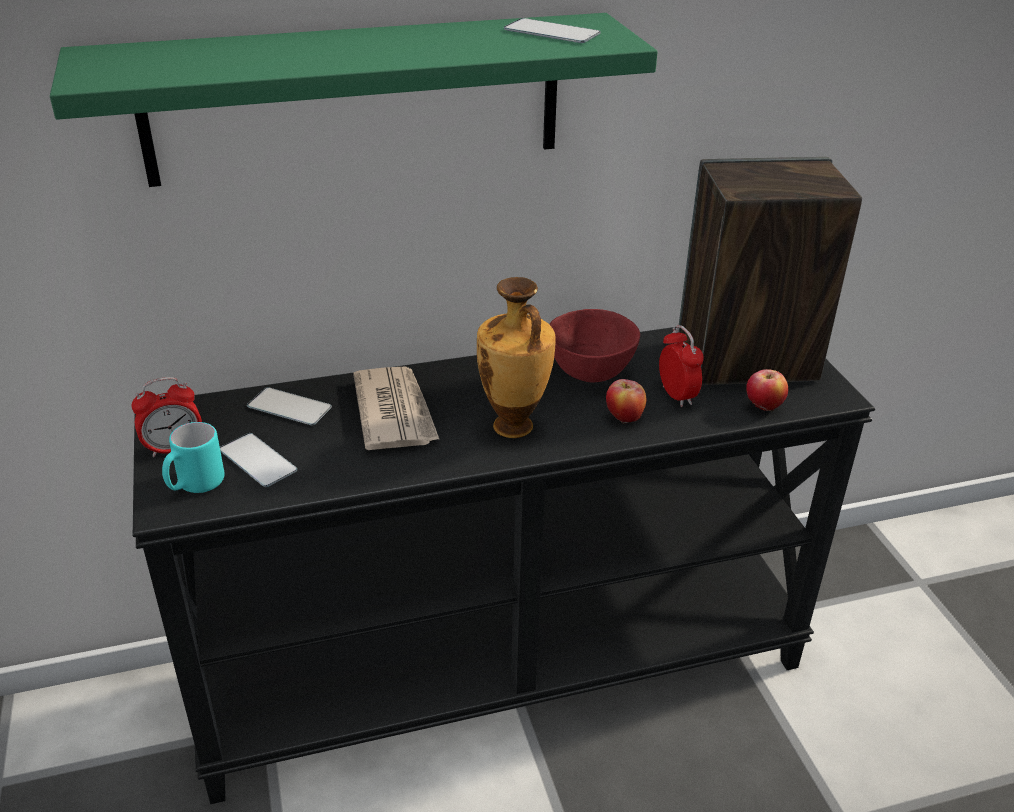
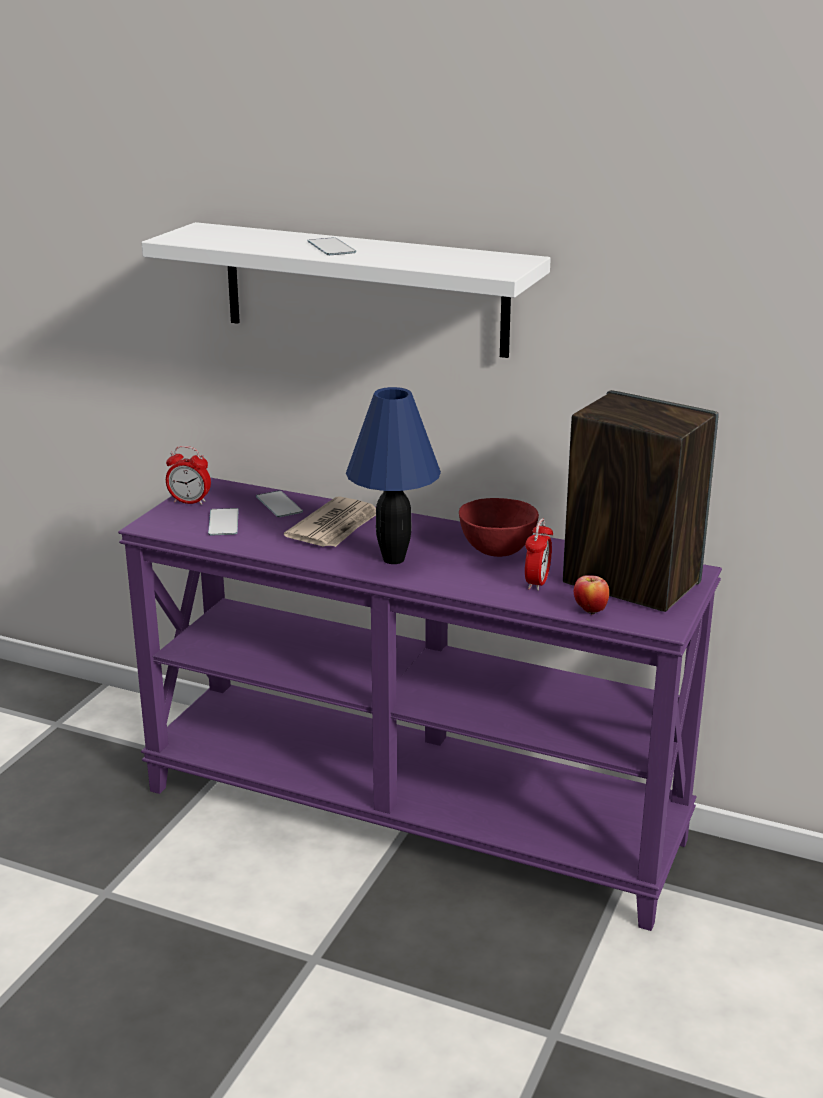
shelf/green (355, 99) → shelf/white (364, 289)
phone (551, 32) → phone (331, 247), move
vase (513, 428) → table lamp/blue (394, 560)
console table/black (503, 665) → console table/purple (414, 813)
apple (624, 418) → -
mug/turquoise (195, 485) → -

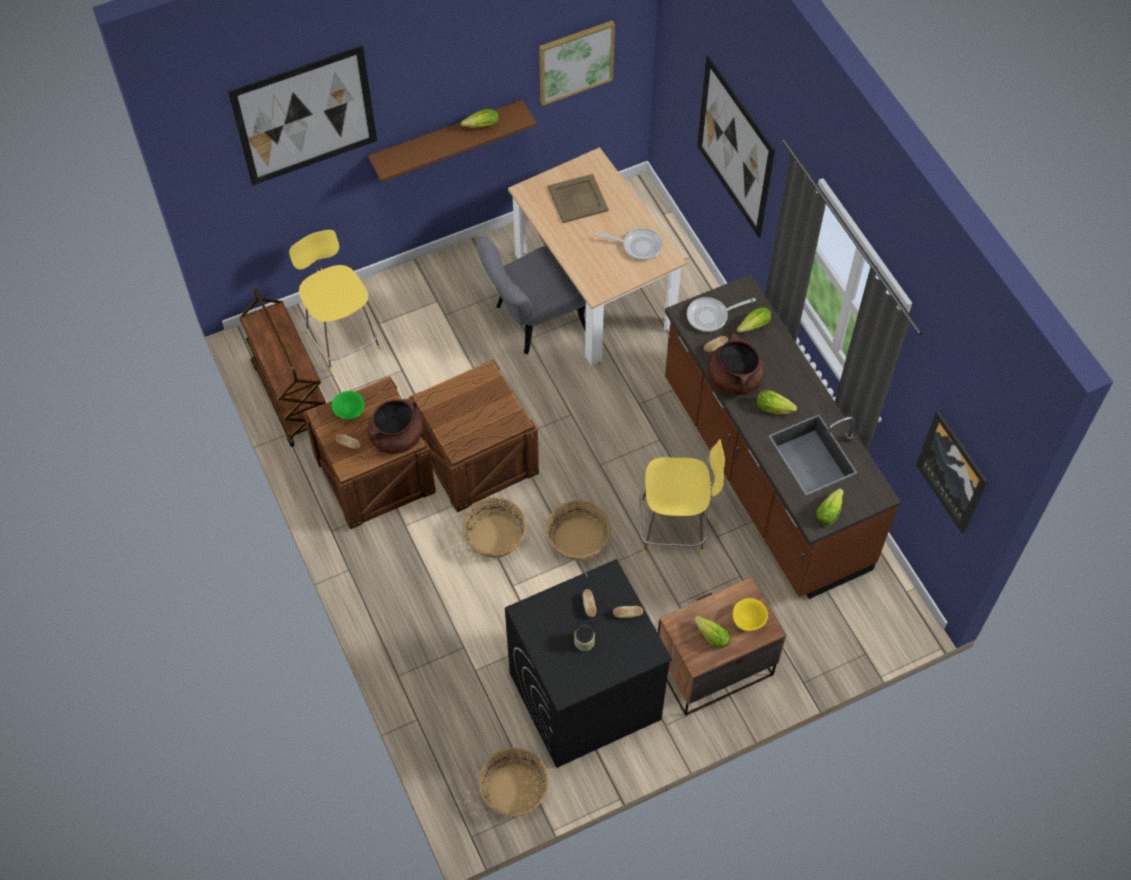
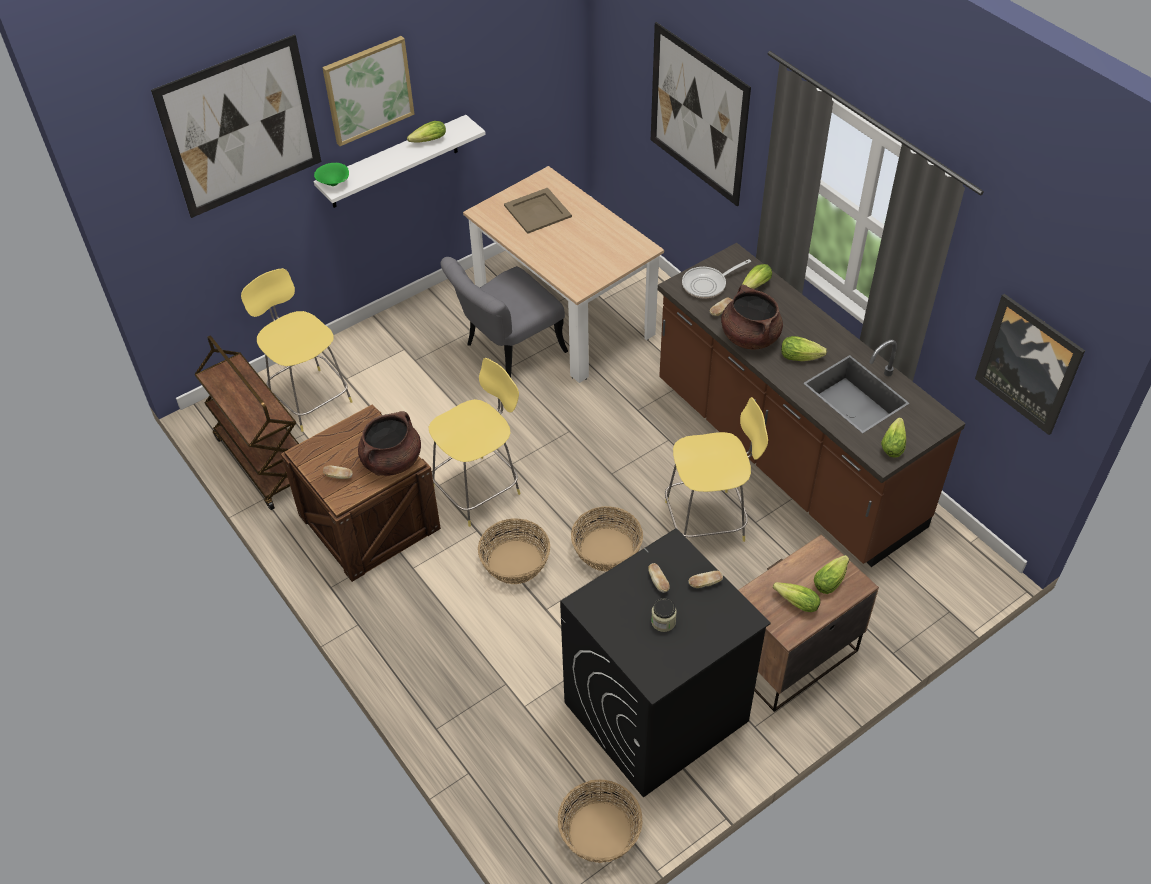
picture (575, 61) → picture (368, 90), move
shelf/brown (447, 139) → shelf/white (394, 163)
frying pan (638, 246) → -
crate (477, 459) → stool/yellow (479, 489)
bowl/green (349, 411) → bowl/green (334, 184), move
bowl/yellow (748, 620) → lettuce (831, 579)

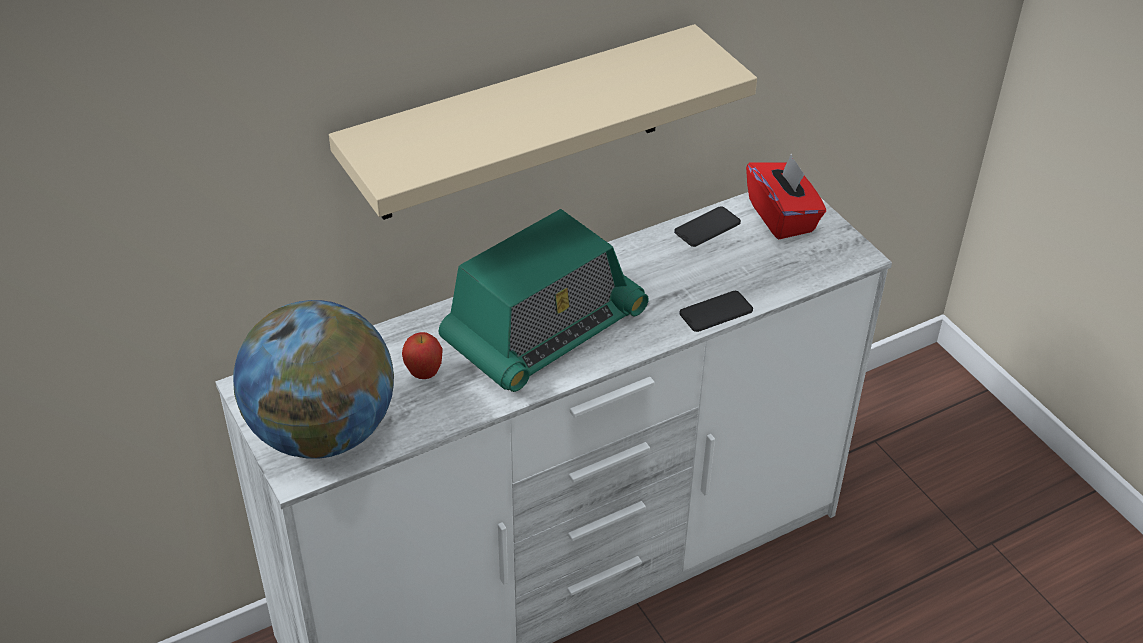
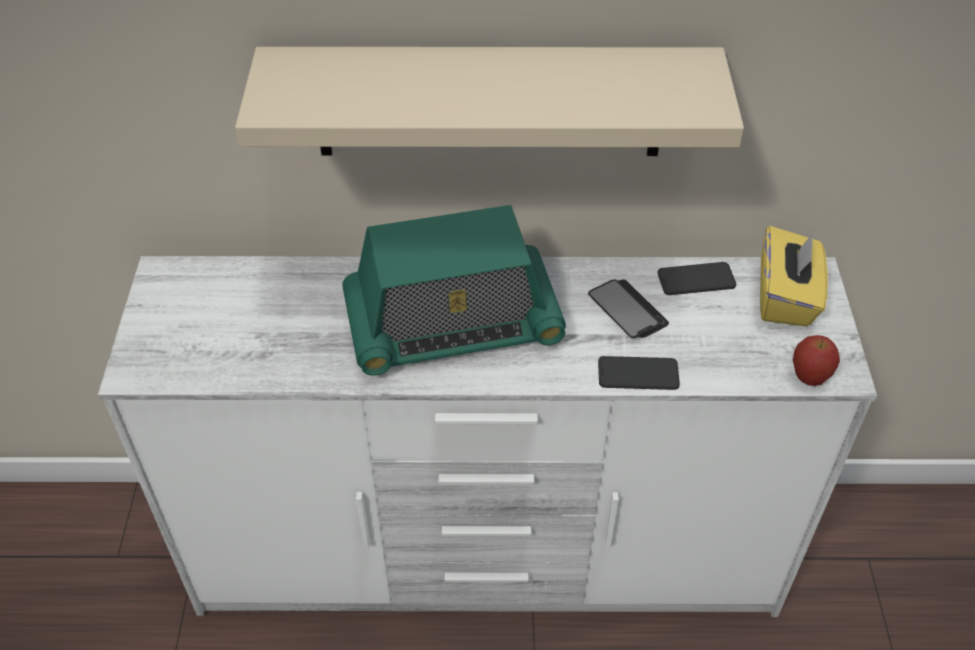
tissue box/red (782, 217) → tissue box/yellow (786, 297)
globe (322, 432) → -
apple (424, 374) → apple (809, 378), move
- → phone (627, 310)

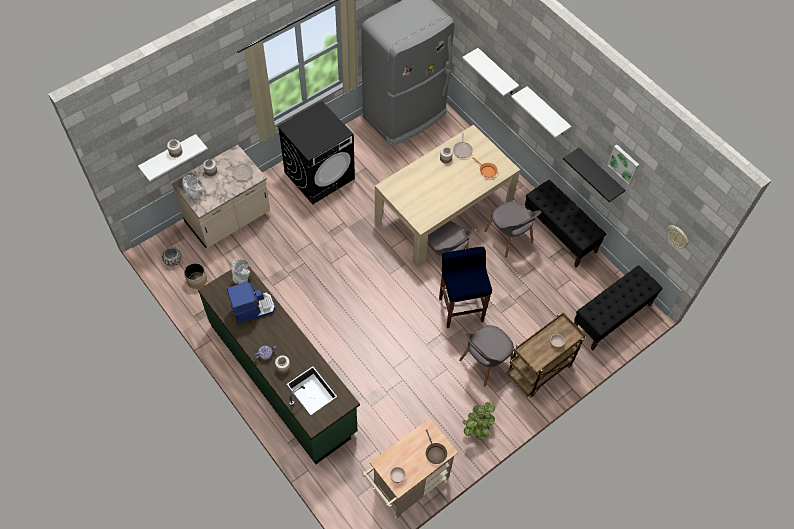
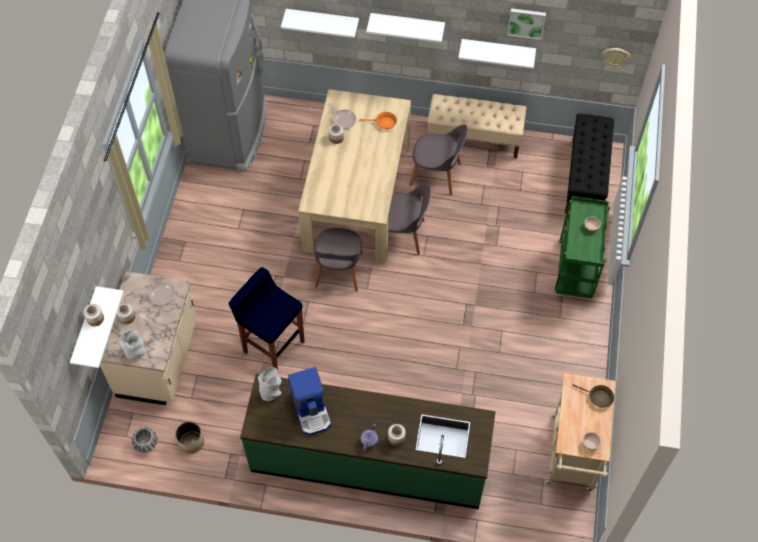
washing machine/black (320, 175) → -
shelf/black (599, 174) → shelf/white (497, 51)
bench/black (559, 233) → bench/beige (474, 139)
stool/blue (460, 309) → stool/blue (273, 346), move
coffee machine (253, 308) → coffee machine (311, 410), 135 degrees clockwise
cart/brown (539, 371) → cart/green (576, 270)
chair/grey (484, 362) → chair/grey (338, 271), move
potted plant (477, 428) → -

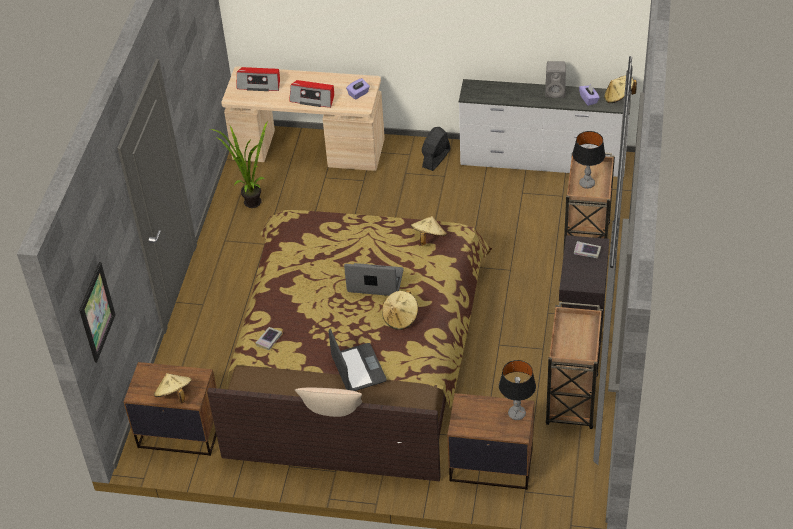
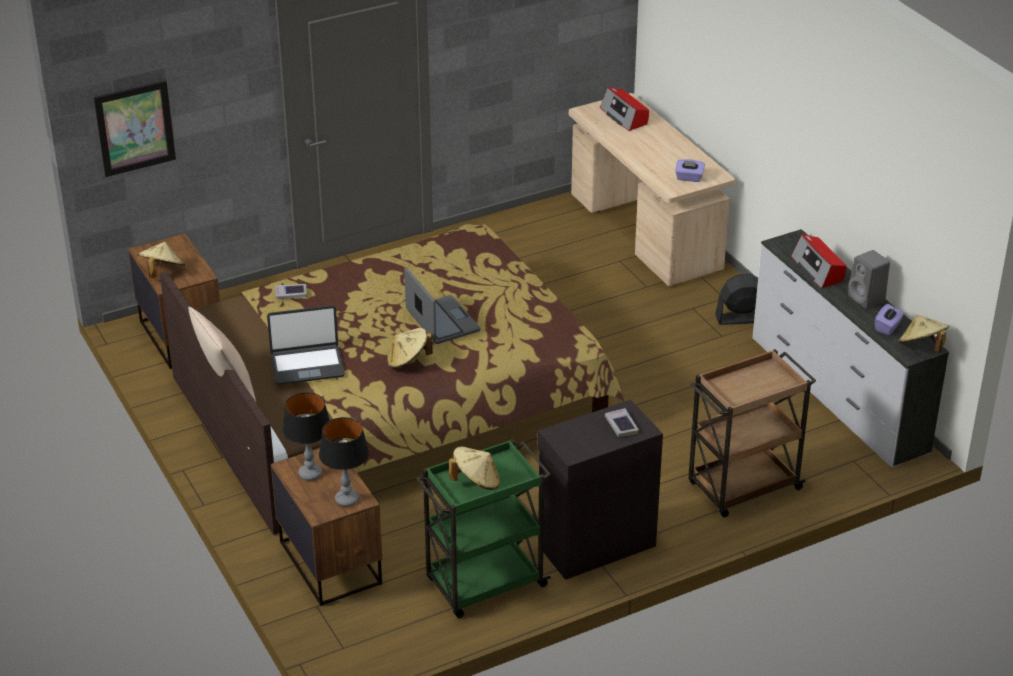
radio (313, 98) → radio (818, 269), move
potted plant (249, 201) → -
table lamp (586, 184) → table lamp (310, 474), move
hat/beige (428, 238) → hat/beige (476, 482), move
cart/brown (572, 401) → cart/green (484, 584)
laptop (358, 369) → laptop (307, 365), 45 degrees clockwise

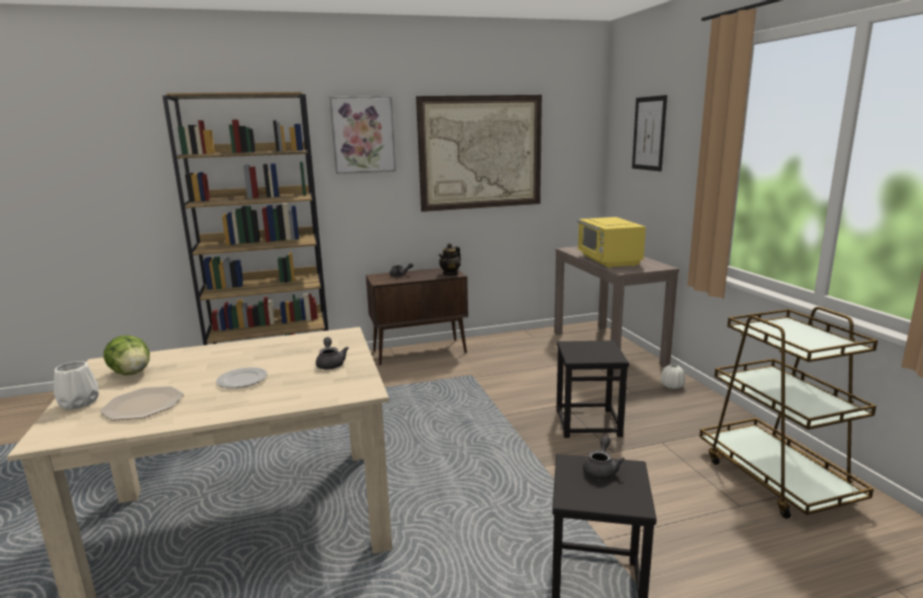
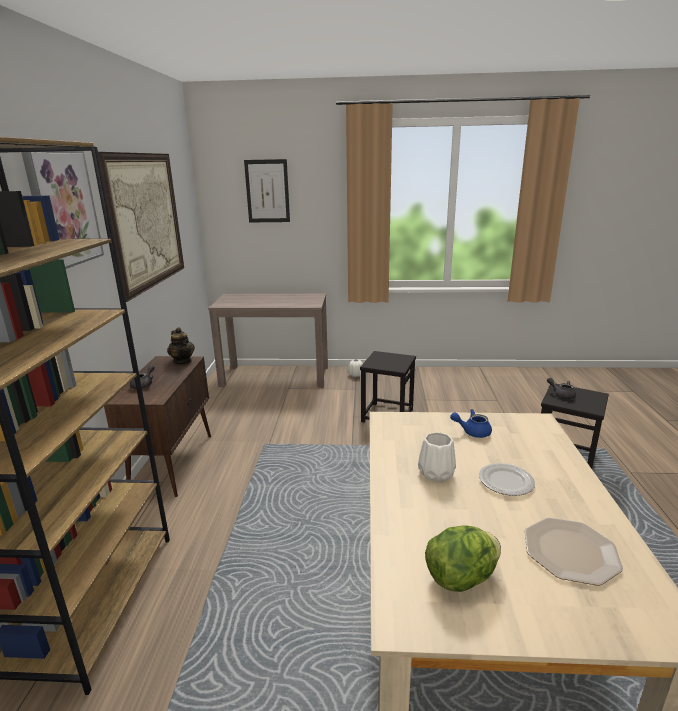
microwave/yellow (608, 261) → -
cart/brown (776, 479) → -
teapot/grey (330, 363) → teapot/blue (472, 432)
vase/white (79, 403) → vase/white (437, 473), move

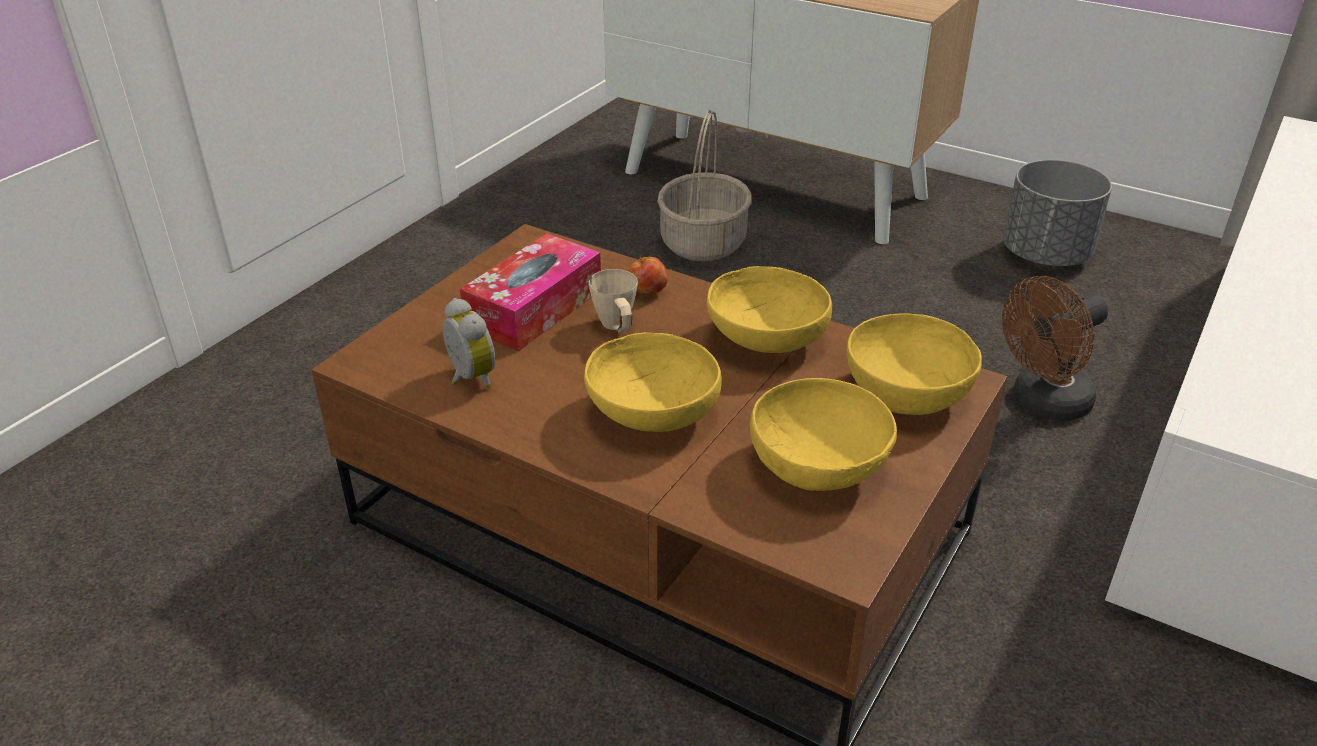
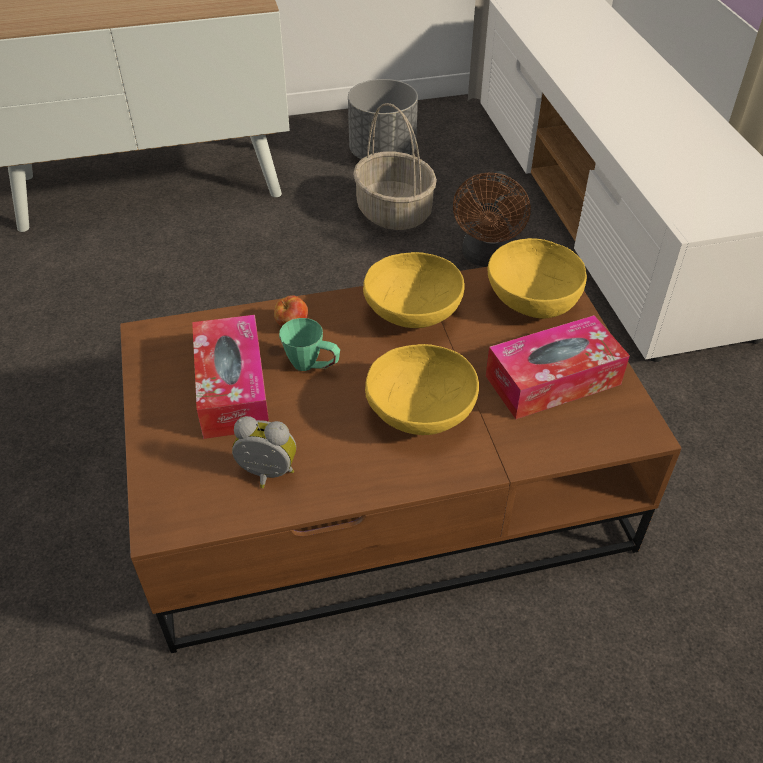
basket (702, 242) → basket (393, 212), move
mug/beige (617, 329) → mug/green (312, 367)
bowl/yellow (819, 466) → tissue box (553, 380)

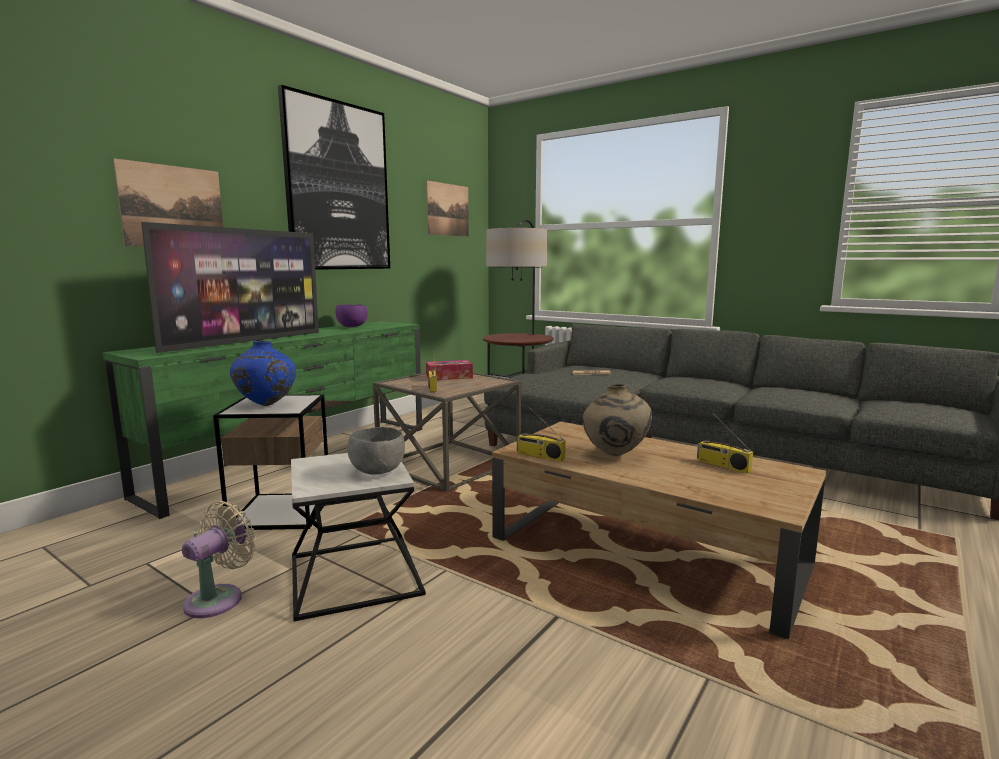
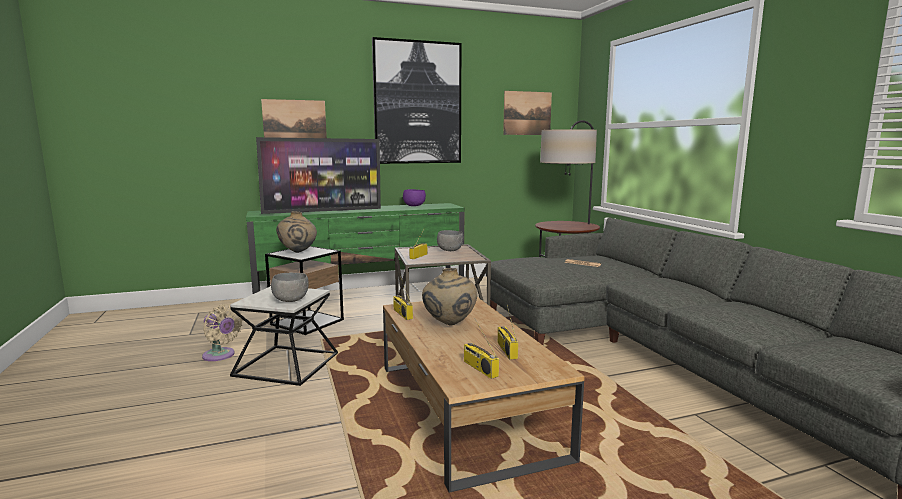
vase/blue (266, 405) → vase/beige (298, 252)
tissue box (449, 377) → bowl/grey (450, 250)
fan/beige (219, 598) → fan/beige (220, 356), 60 degrees clockwise
- → radio (479, 368)

